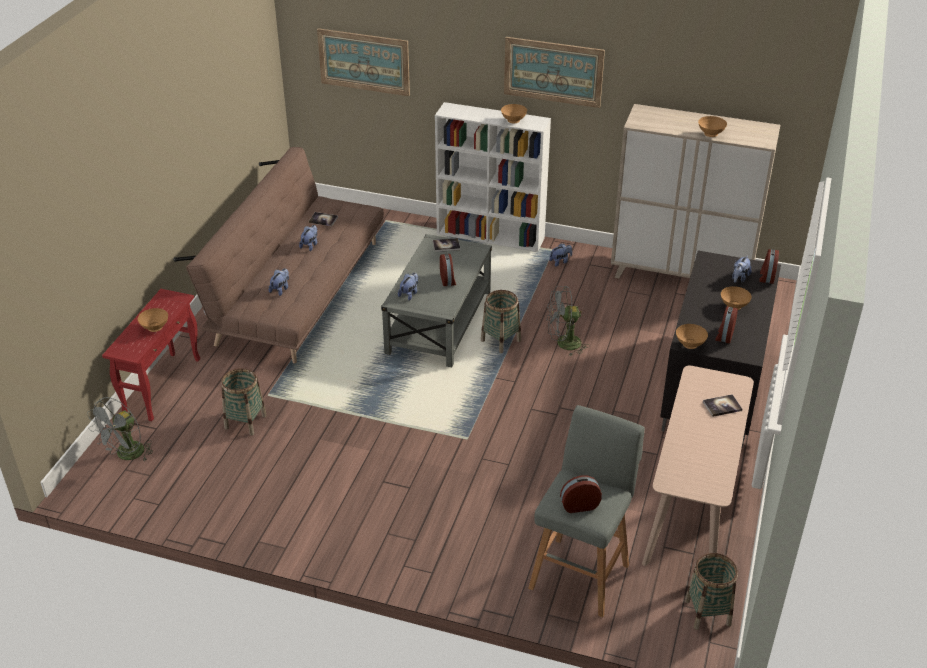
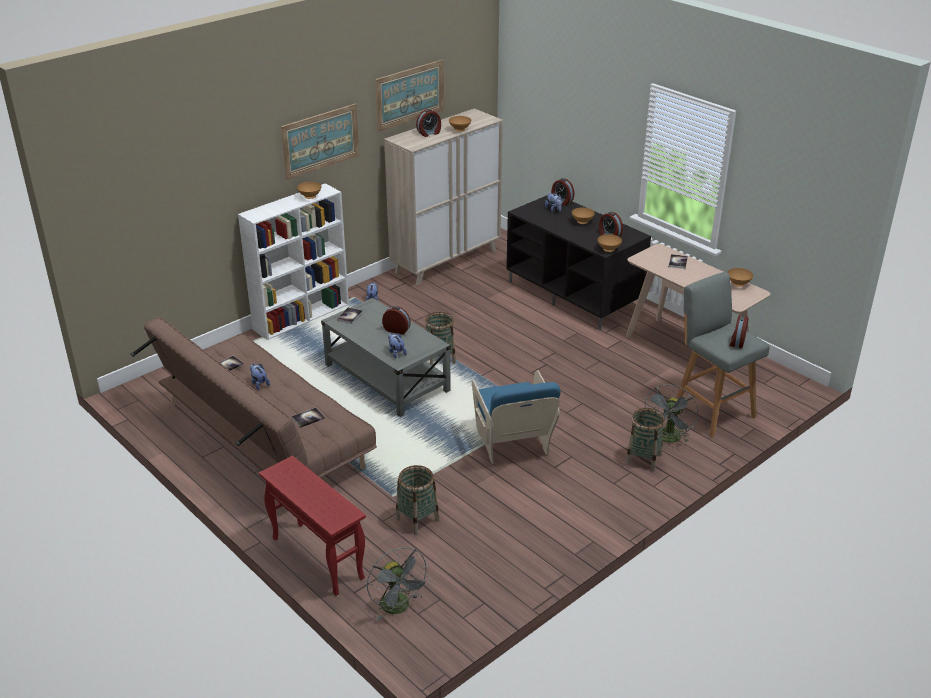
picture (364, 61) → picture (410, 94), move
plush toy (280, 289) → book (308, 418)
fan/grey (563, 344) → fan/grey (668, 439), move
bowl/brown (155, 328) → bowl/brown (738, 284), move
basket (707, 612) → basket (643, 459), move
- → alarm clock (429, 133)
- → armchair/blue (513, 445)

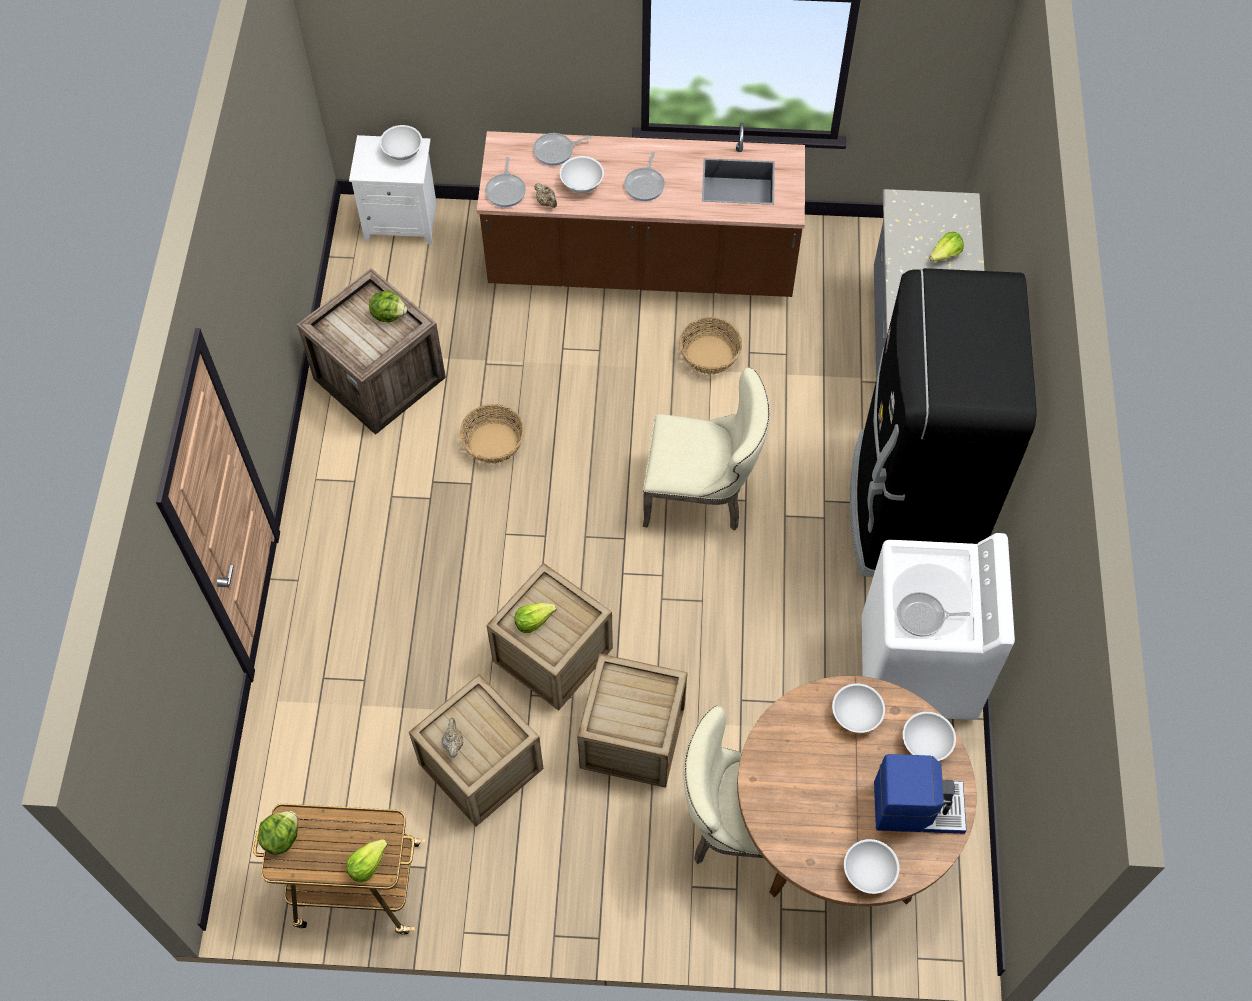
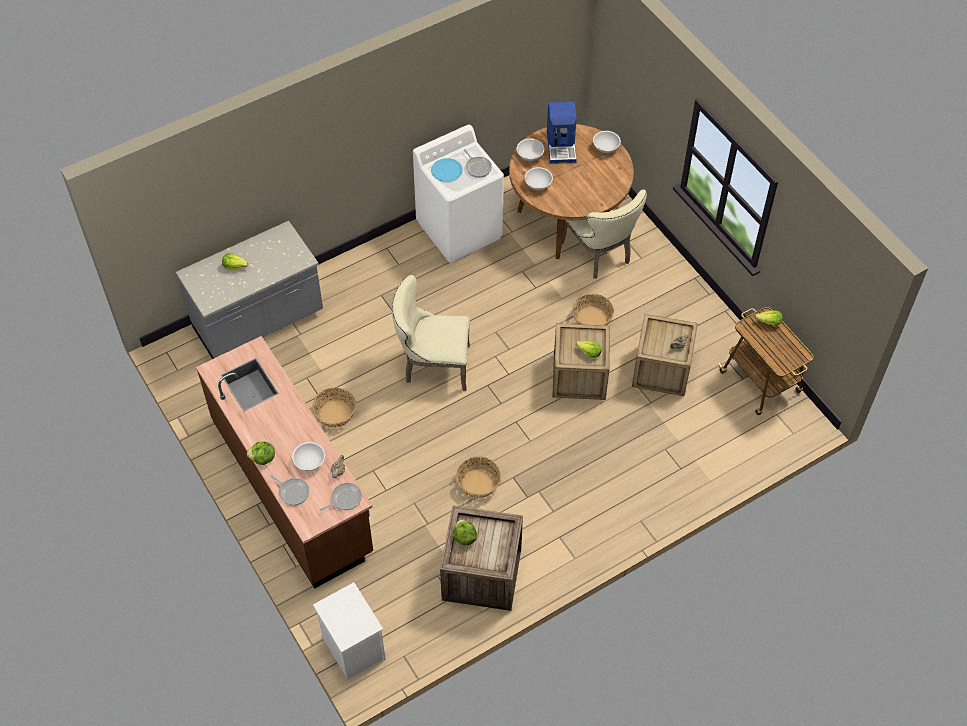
bowl/white (402, 151) → -
frying pan (645, 184) → -
fridge/black (910, 509) → -
chair/beige (702, 495) → chair/beige (432, 365), 60 degrees counterclockwise
crate (632, 737) → basket (592, 319)
coffee machine (917, 806) → coffee machine (562, 145), 150 degrees counterclockwise
lettuce (281, 837) → lettuce (263, 459), move
- → plate/blue (446, 170)

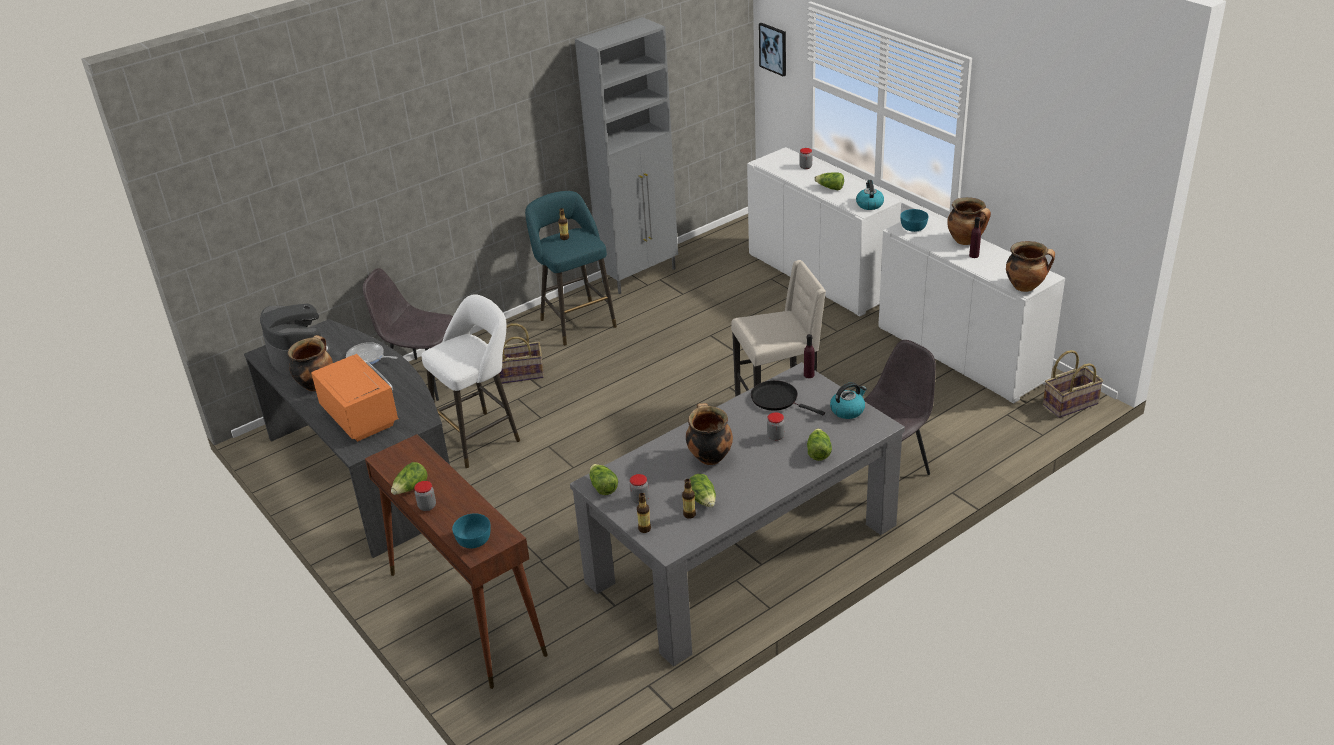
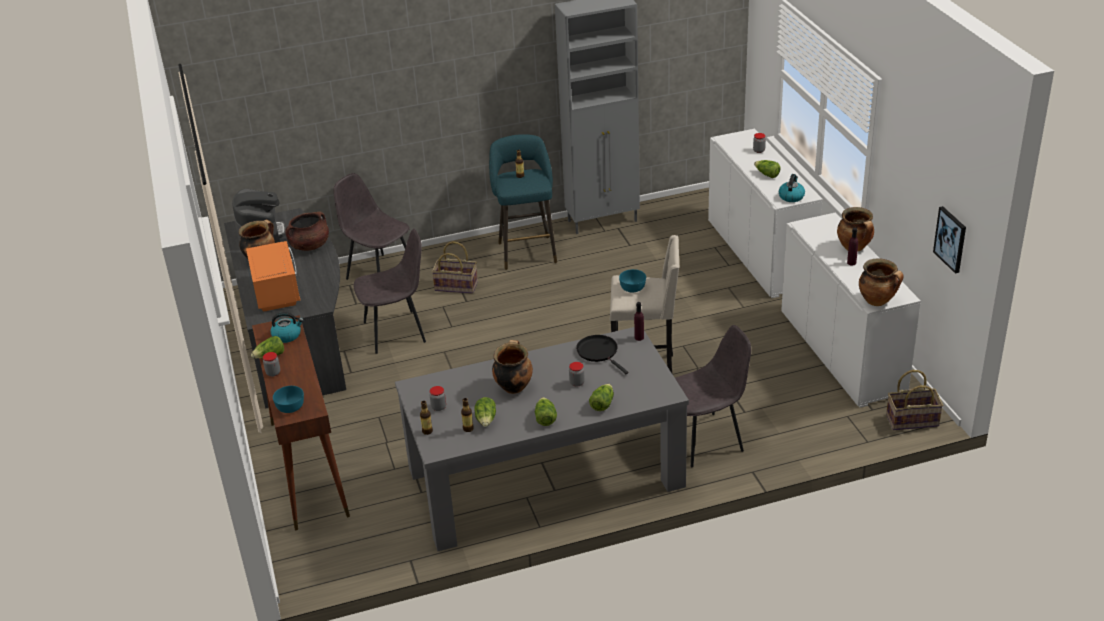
picture (773, 49) → picture (951, 239), move
bowl/turquoise (914, 227) → bowl/turquoise (633, 287), move
stool/white (481, 437) → chair/grey (396, 332)
frying pan (367, 357) → cooking pot/brown (309, 246)
kettle (847, 410) → kettle (287, 335), move
lettuce (602, 487) → lettuce (545, 418), move

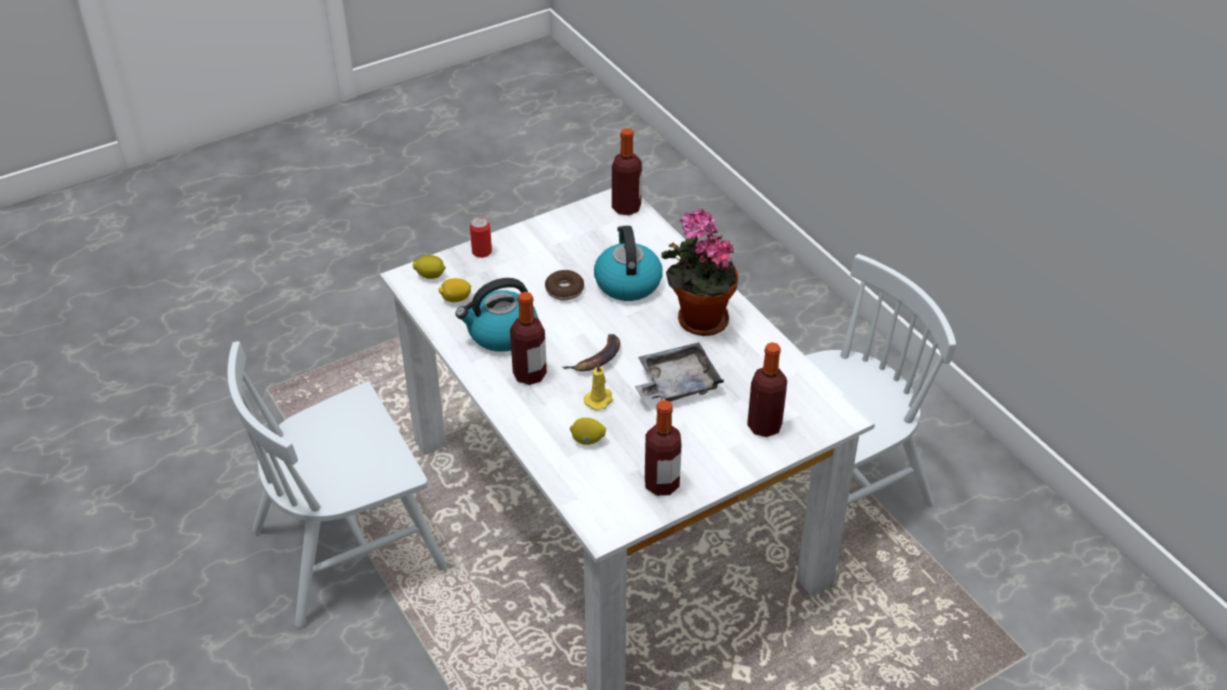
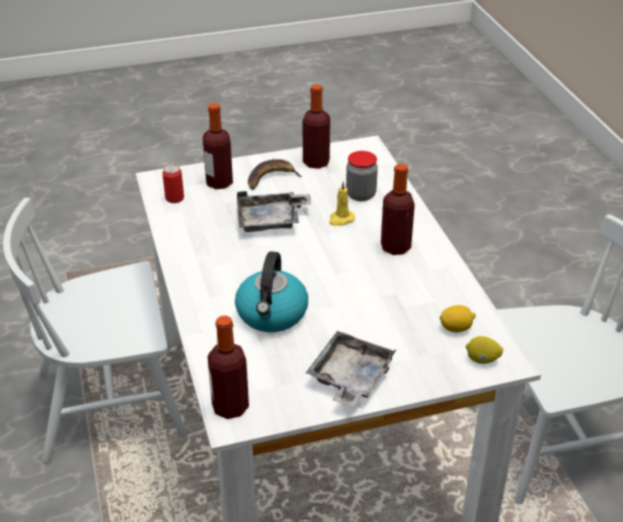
potted plant (698, 319) → -
can (482, 252) → can (174, 198), move
donut (564, 290) → -
kettle (501, 333) → -
banana (597, 359) → banana (271, 178), move
lemon (587, 440) → jar (361, 195)
- → tray/grey (350, 378)

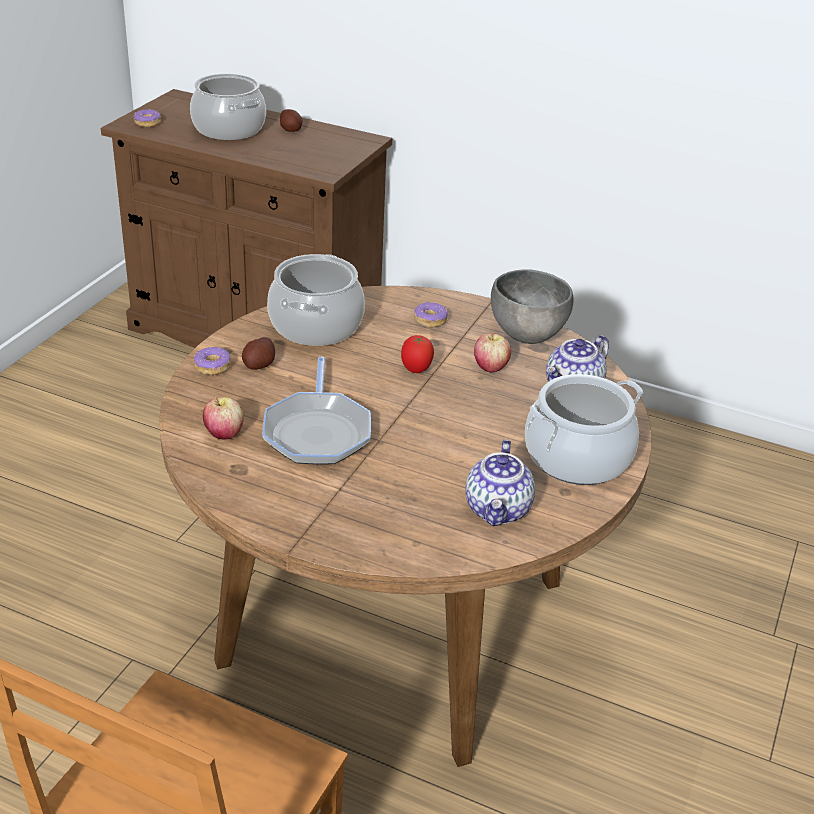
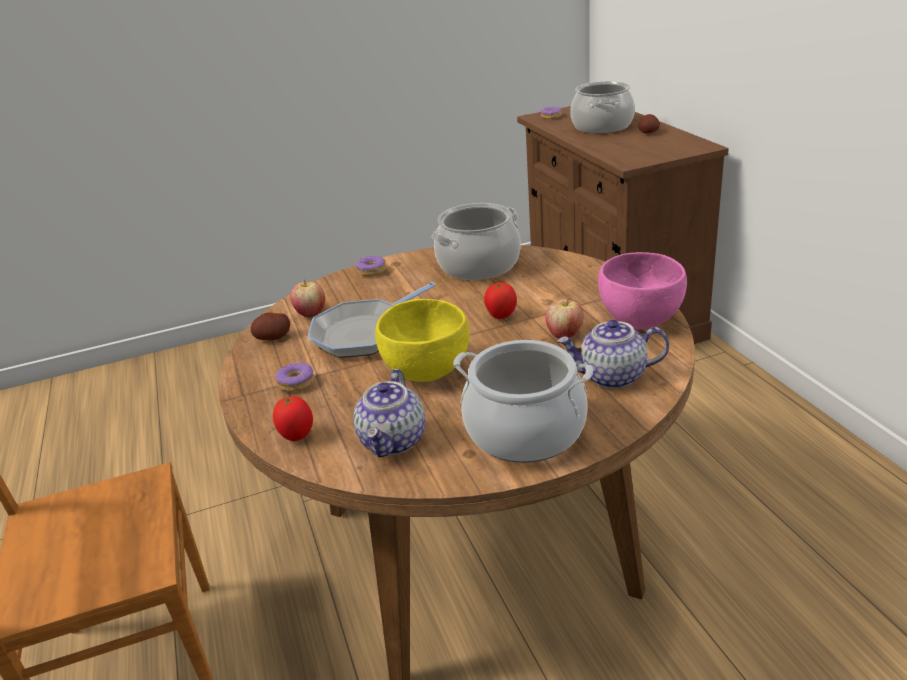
bowl/grey (528, 334) → bowl/pink (640, 320)
donut (430, 320) → donut (296, 383), move
potato (259, 365) → potato (273, 337), move
teapot (498, 510) → teapot (394, 441), 45 degrees counterclockwise
- → bowl/yellow (426, 372)
- → tomato (297, 436)

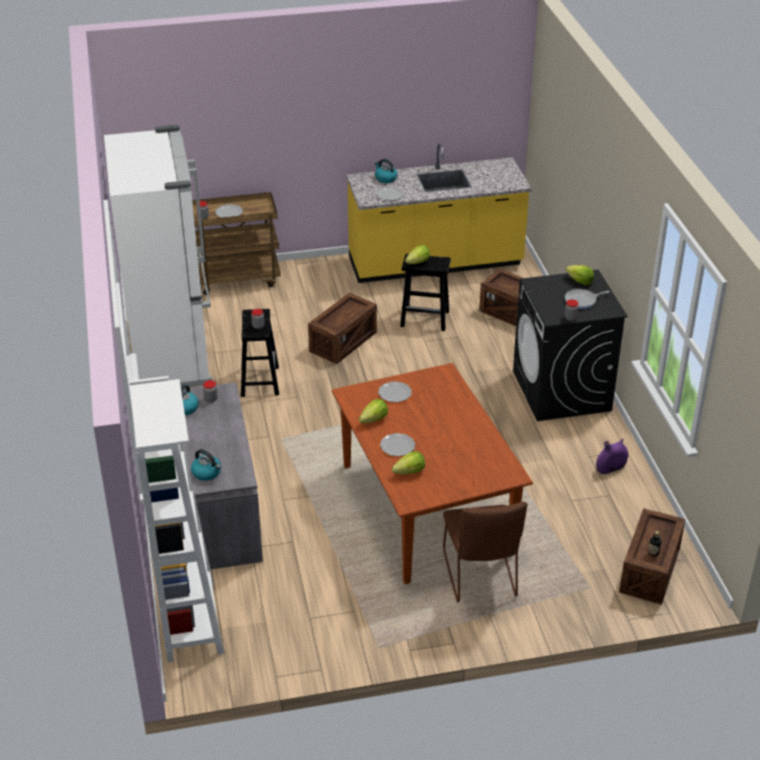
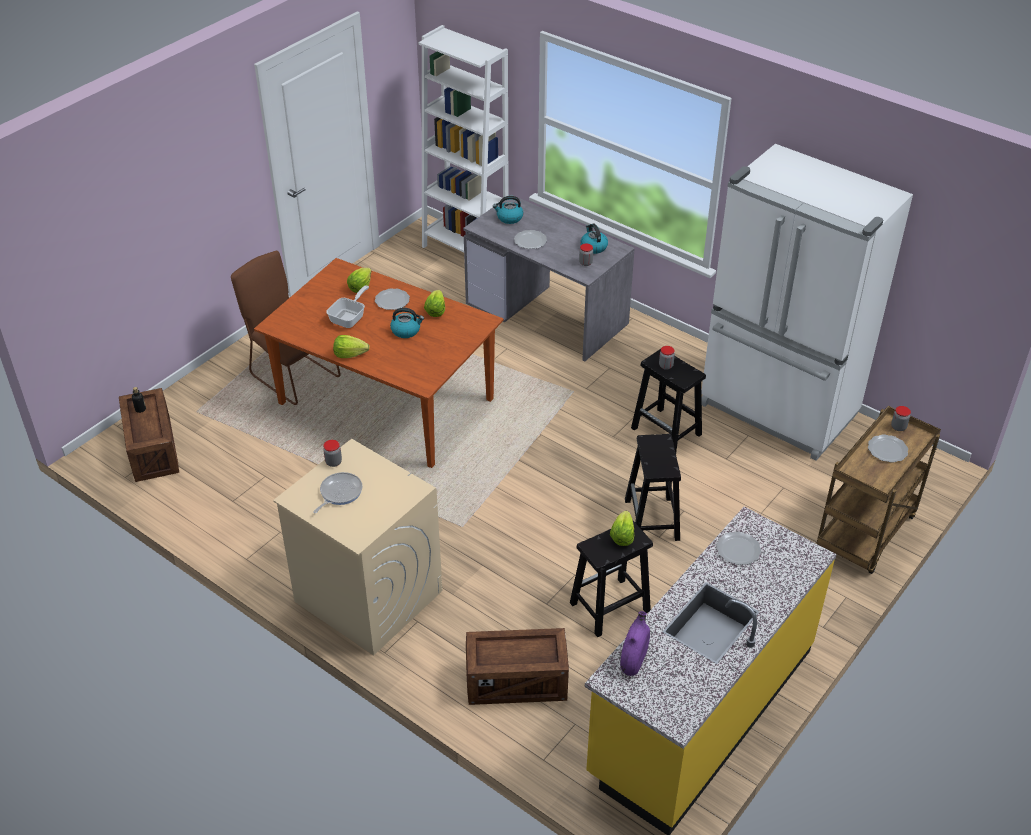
kettle (385, 178) → kettle (406, 331), move
lettuce (579, 281) → lettuce (350, 354), move
washing machine/black (561, 391) → washing machine/beige (367, 596)
crate (343, 342) → stool/black (652, 520)
plate (394, 393) → plate (530, 241), move
vase/purple (611, 468) → vase/purple (634, 659), move
- → frying pan (350, 318)

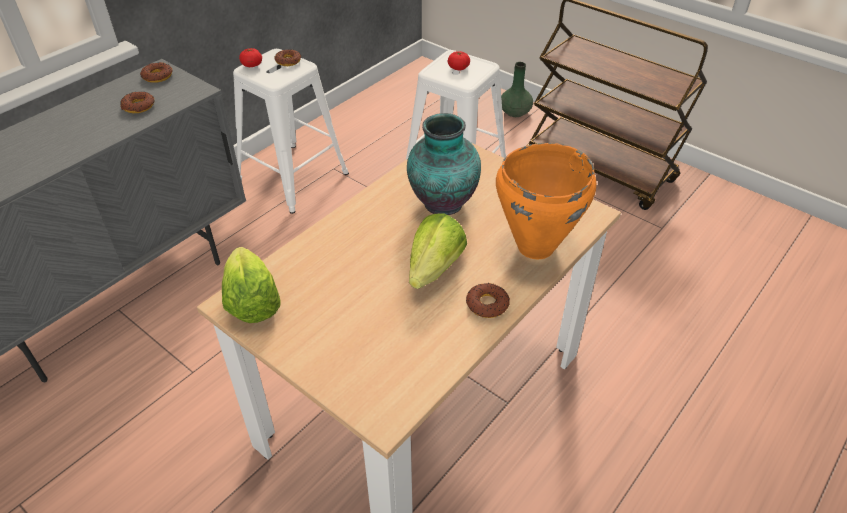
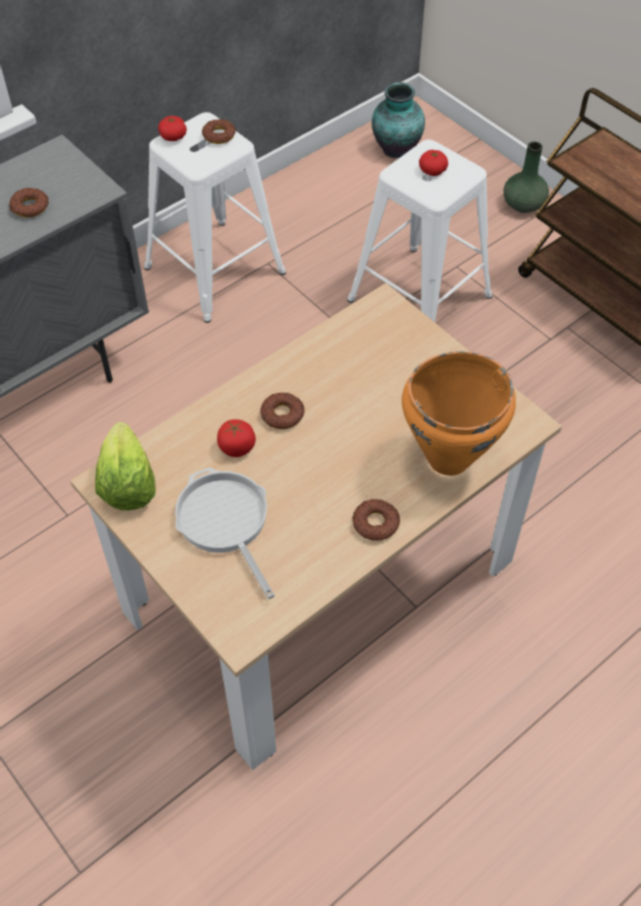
donut (157, 76) → donut (282, 414), move
vase (441, 204) → vase (395, 150), move
lettuce (434, 269) → -
- → tomato (237, 447)
- → frying pan (225, 522)

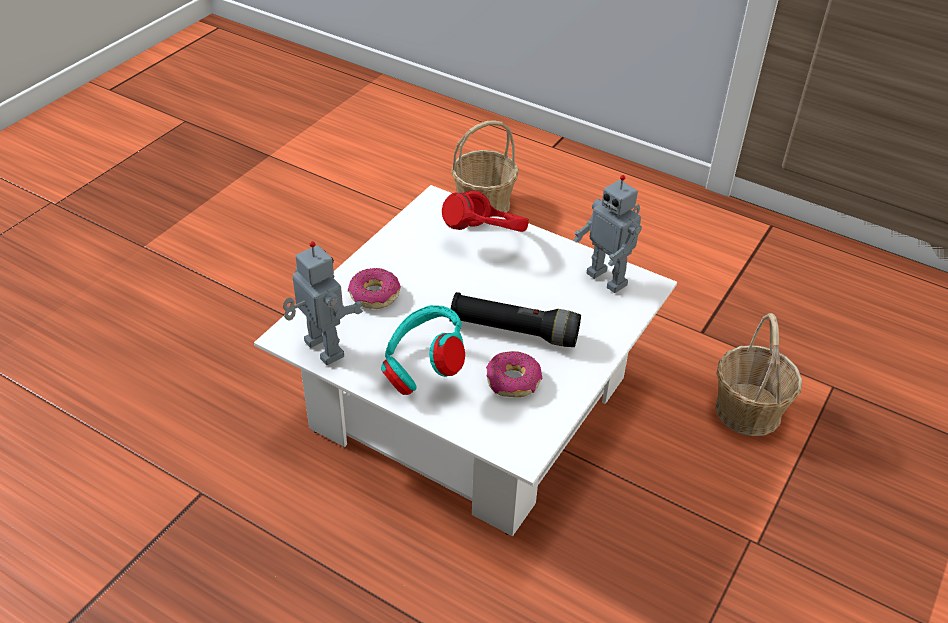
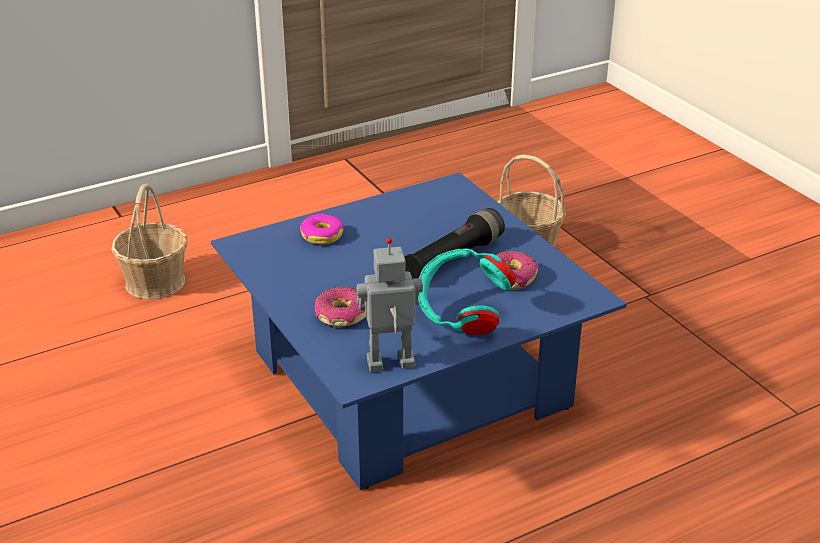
toy robot (608, 278) → -
coffee table/white (470, 403) → coffee table/blue (410, 379)
headphones/red (486, 239) → donut (322, 235)

